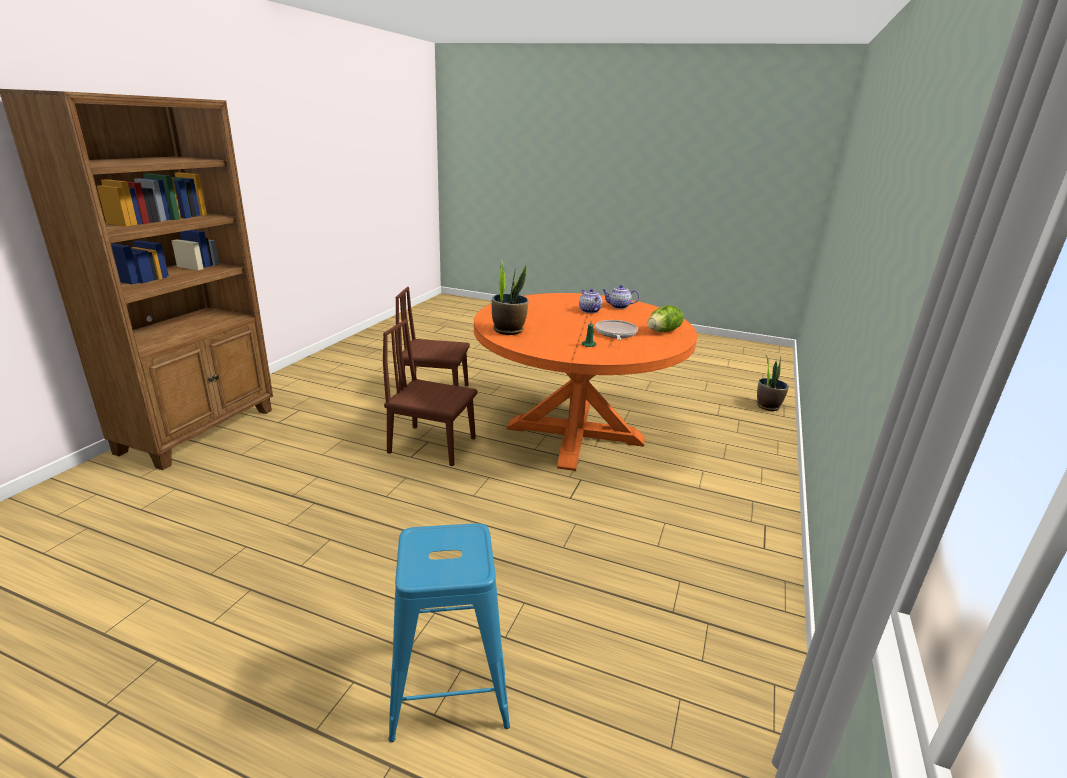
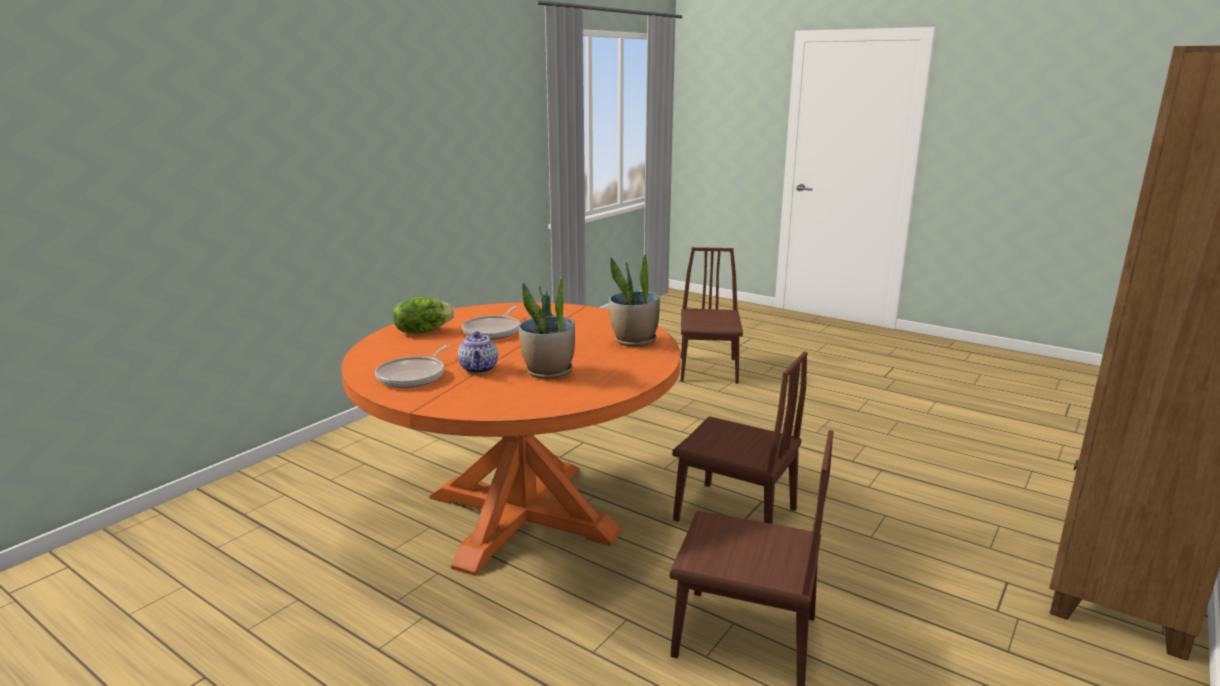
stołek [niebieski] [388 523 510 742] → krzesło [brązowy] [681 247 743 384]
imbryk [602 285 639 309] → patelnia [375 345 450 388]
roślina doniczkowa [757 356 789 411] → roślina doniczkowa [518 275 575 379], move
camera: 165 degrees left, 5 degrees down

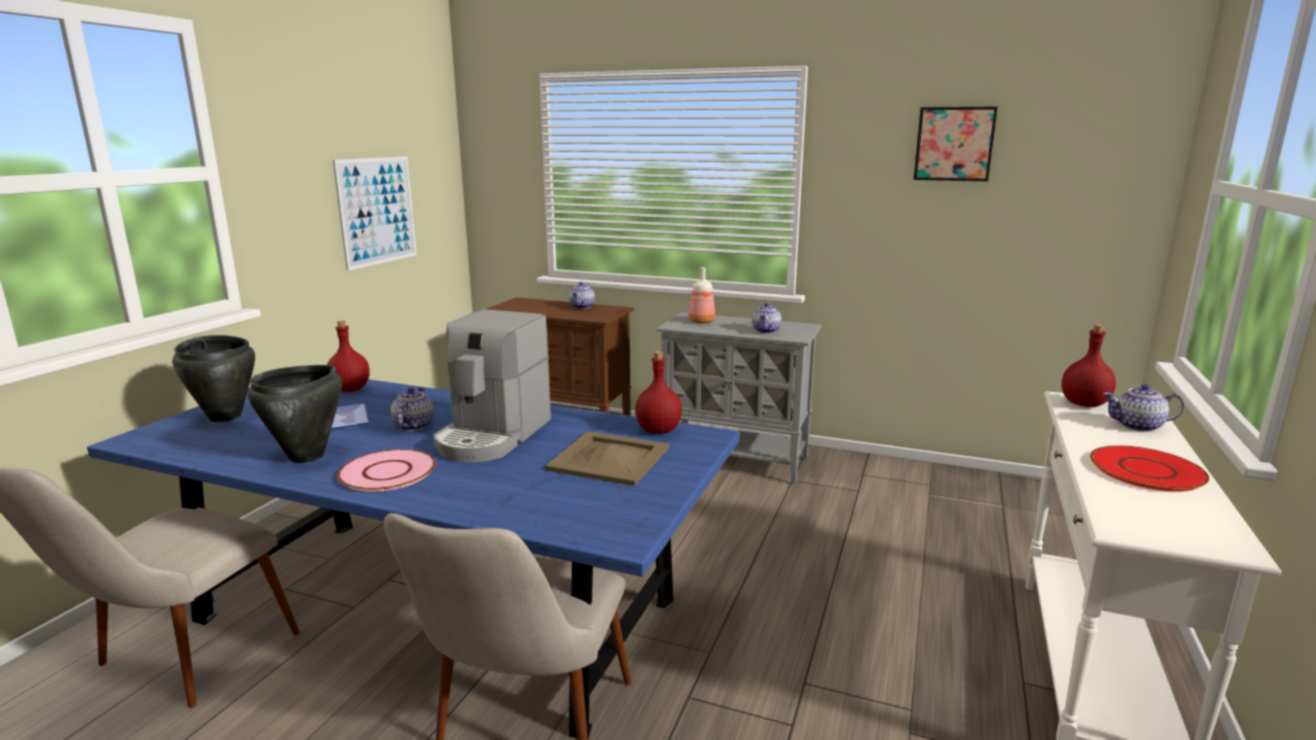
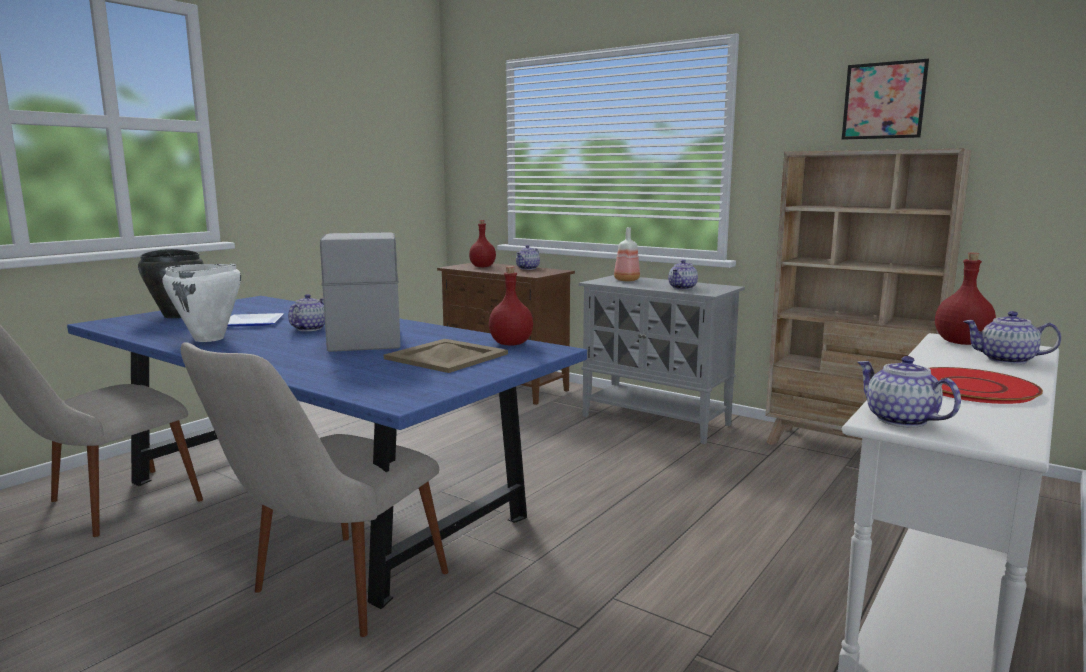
garnek [czarny] [248 365 342 463] → garnek [biały] [163 264 241 342]
butelka [czerwony] [327 320 370 392] → butelka [czerwony] [469 220 496 267], move
obraz [333 156 417 271] → -
talerz [różowy] [337 449 436 492] → -
ekspres do kawy [433 309 551 463] → ekspres do kawy [320 232 401 352], 135 degrees clockwise
- → regał [beżowy] [765 148 971 445]
- → imbryk [858 356 961 428]
camera: 15 degrees right, 5 degrees down

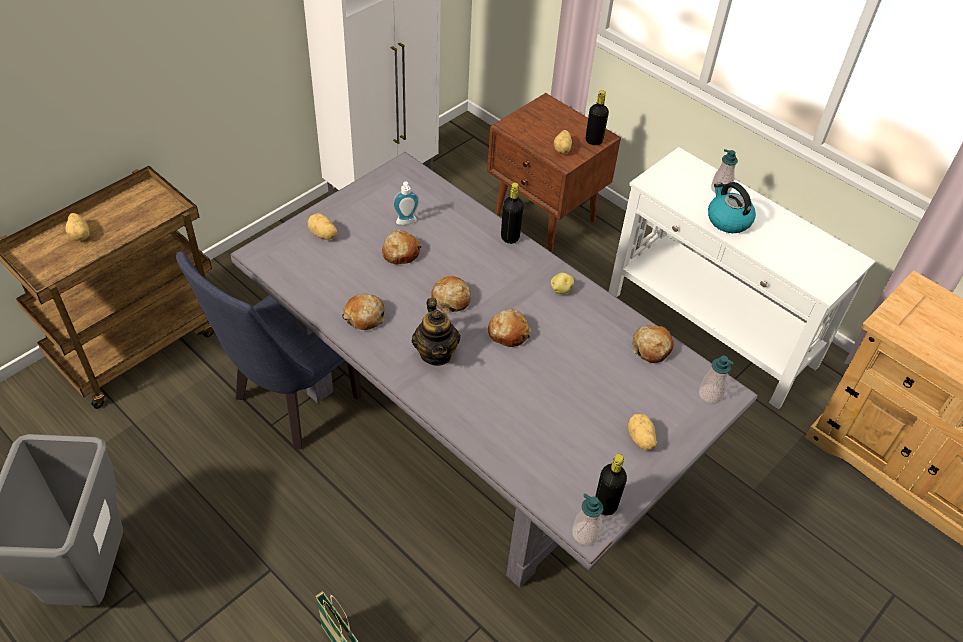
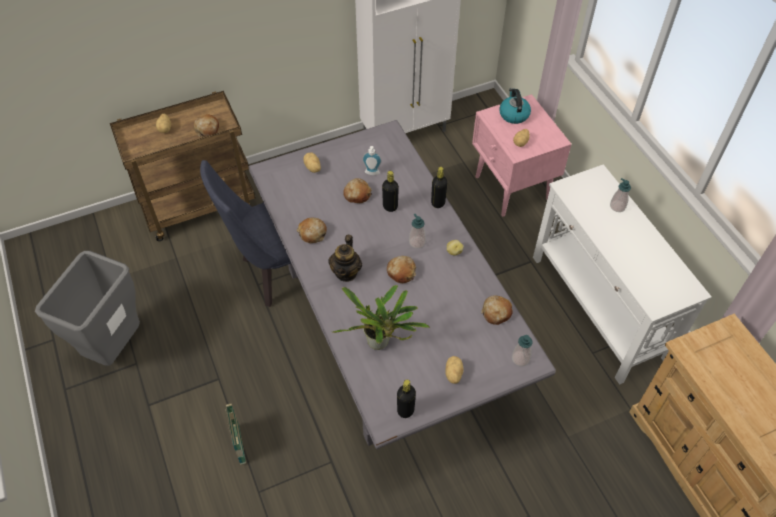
chleb [431 276 471 313] → chleb [194 114 219 137], move
szafka nocna [brązowy] [487 93 621 253] → szafka nocna [różowy] [472 94 572 217]
dozownik mydła [572 494 603 545] → dozownik mydła [409 214 426 249], move
butelka [czarny] [586 90 609 145] → butelka [czarny] [382 171 399 212], move
czajnik [708 182 756 233] → czajnik [499 88 531 124], move
- → roślina doniczkowa [332 285 430 350]
camera: 25 degrees right, 5 degrees up

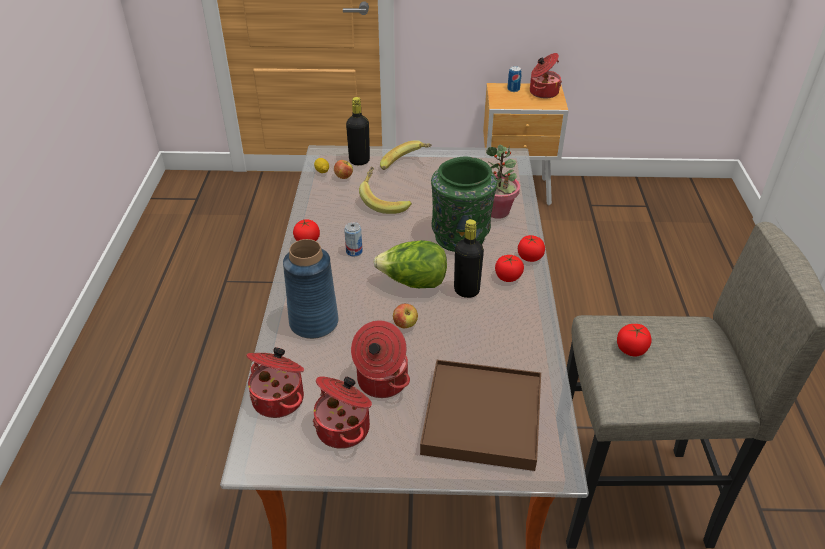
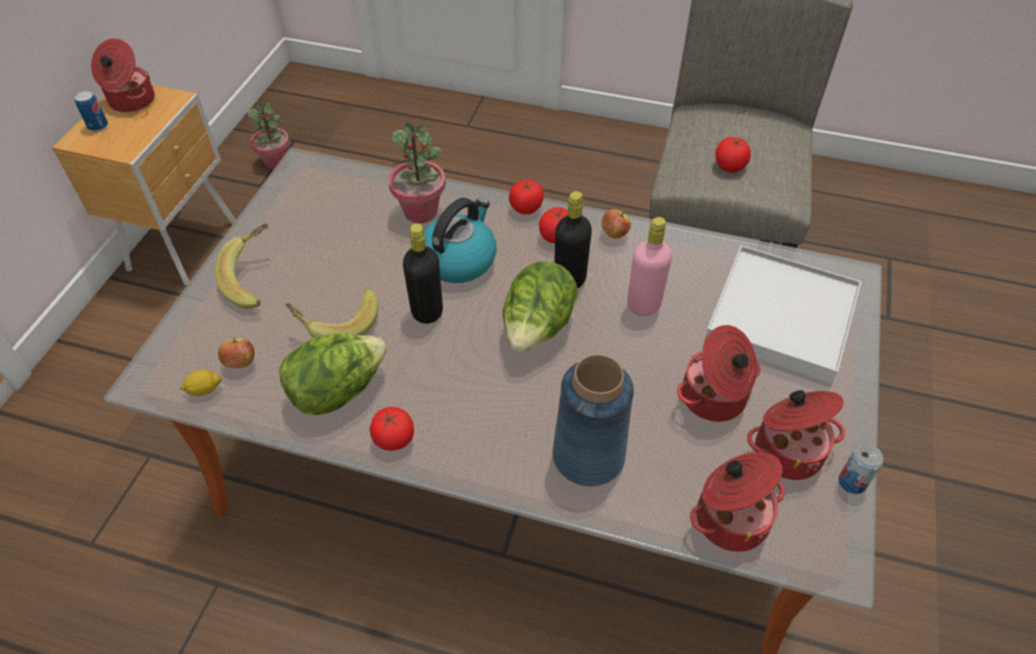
puszka [344 222 363 257] → puszka [839 444 883 494], move
butelka [czarny] [346 97 370 165] → butelka [czarny] [403 223 443 324], move
jabłko [393 304 418 328] → jabłko [601 209 631 239], move
taca [brązowy] [420 360 541 471] → taca [biały] [704 245 862 383]
wazon [zielony] [431 157 497 252] → czajnik [424 198 497 283]
- → roślina doniczkowa [248 102 289 169]
- → sałata [279 333 387 415]
- → butelka [różowy] [627 217 672 316]
camera: 75 degrees left, 10 degrees up

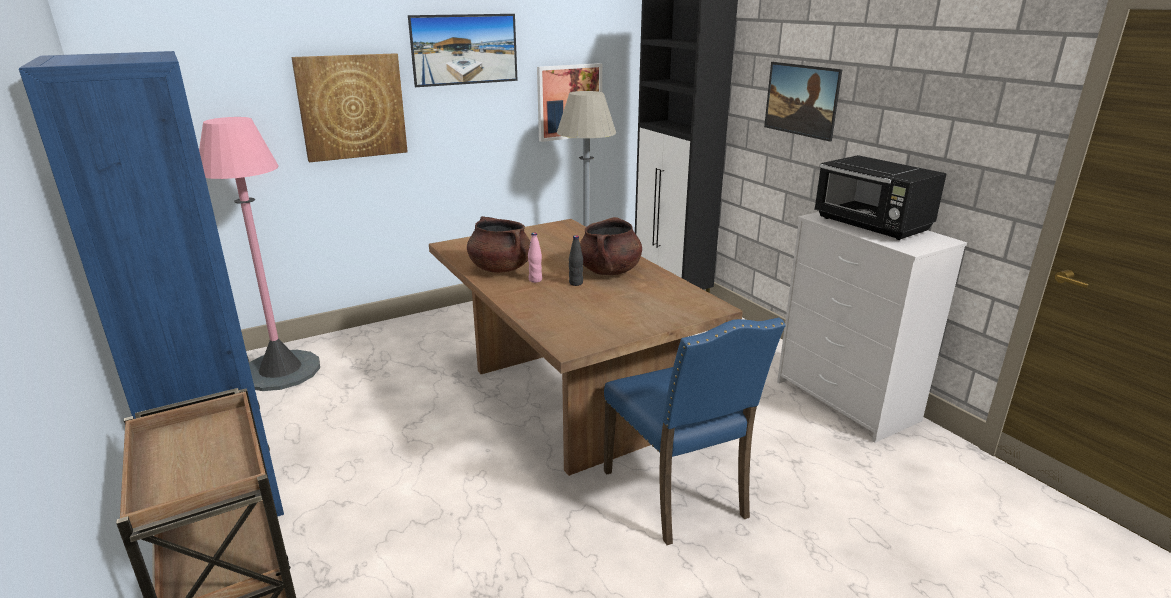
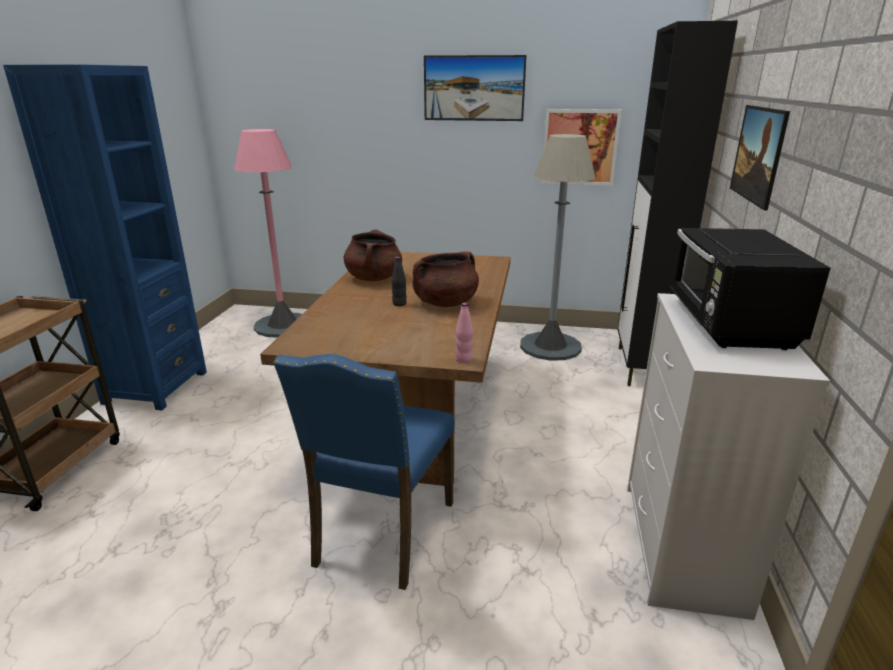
obraz [291 53 408 162] → -
butelka [różowy] [528 233 542 283] → butelka [różowy] [455 303 473 363], move
camera: 40 degrees right, 0 degrees up

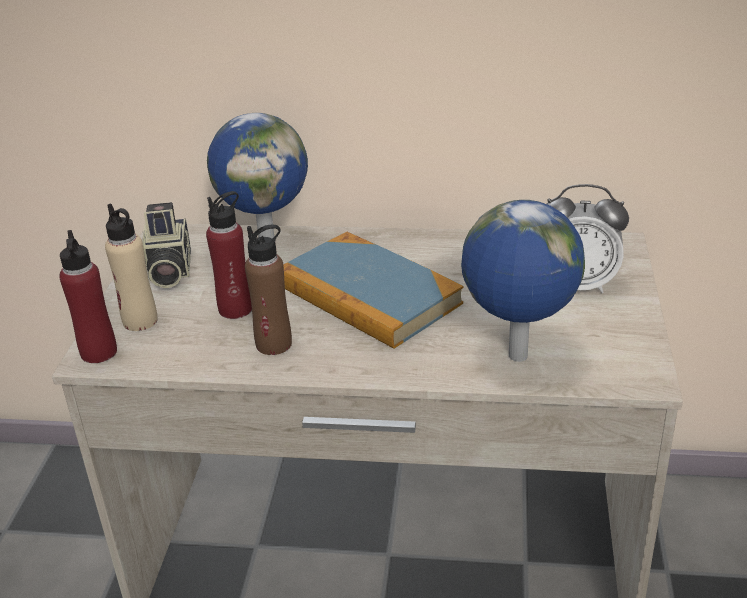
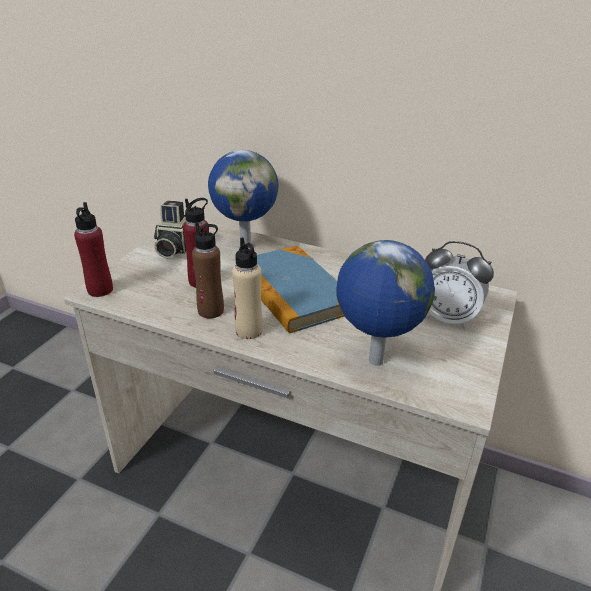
butelka [beżowy] [105 204 158 331] → butelka [beżowy] [232 237 263 339], move
camera: 15 degrees right, 0 degrees up

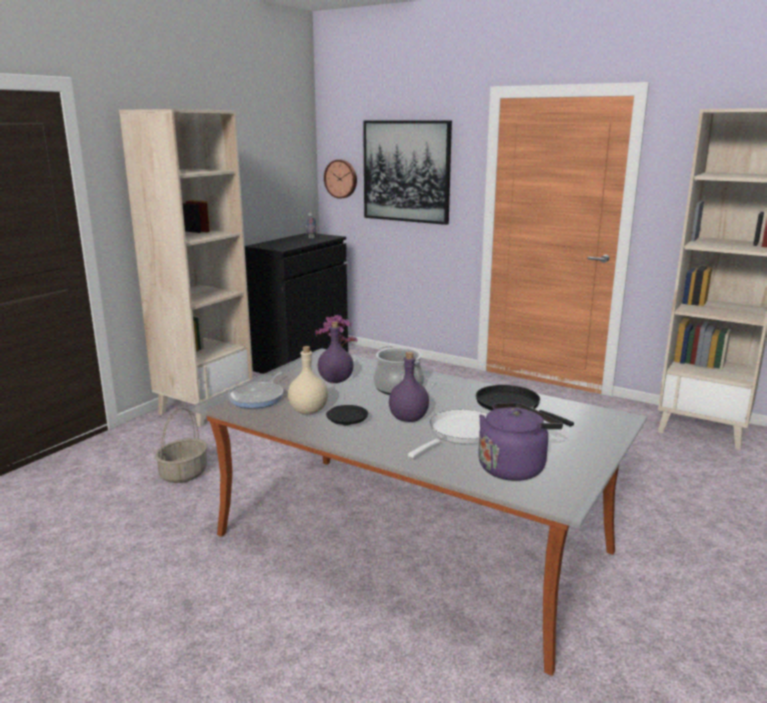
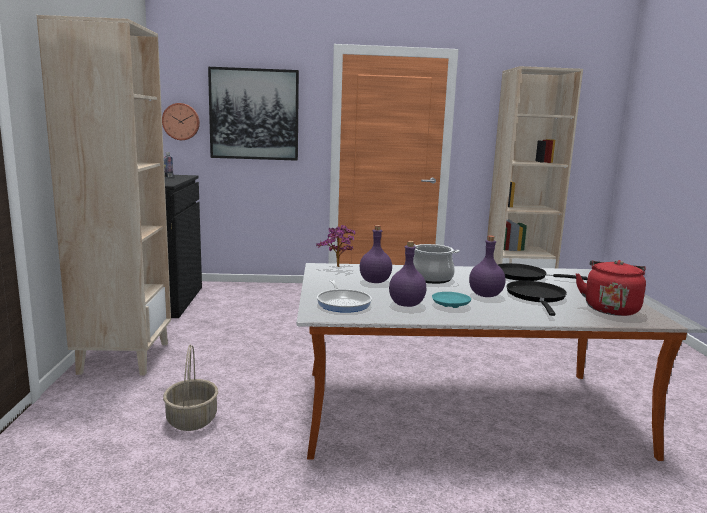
butelka [beżowy] [288 346 328 414] → butelka [fioletowy] [389 241 426 307]
talerz [czarny] [326 405 368 425] → talerz [turkusowy] [432 292 471 308]
patelnia [biały] [408 409 487 458] → patelnia [czarny] [506 281 567 316]
czajnik [fioletowy] [478 402 563 481] → czajnik [czerwony] [575 260 646 316]
camera: 35 degrees left, 5 degrees down

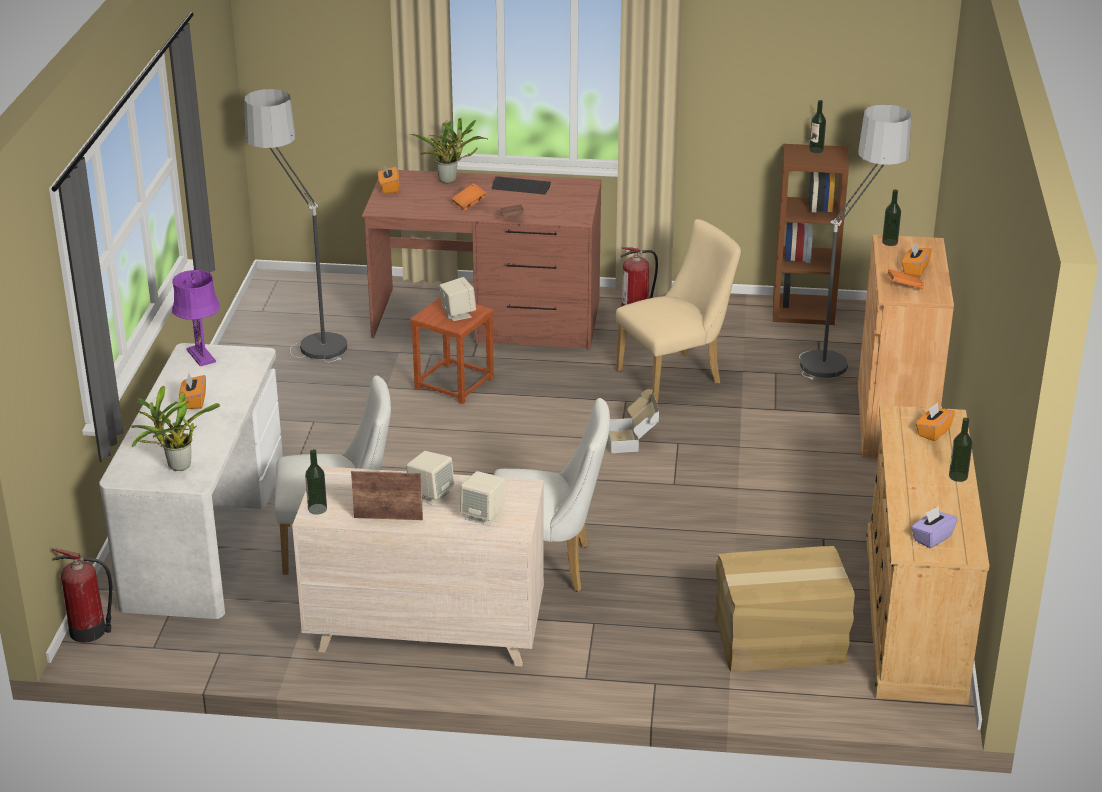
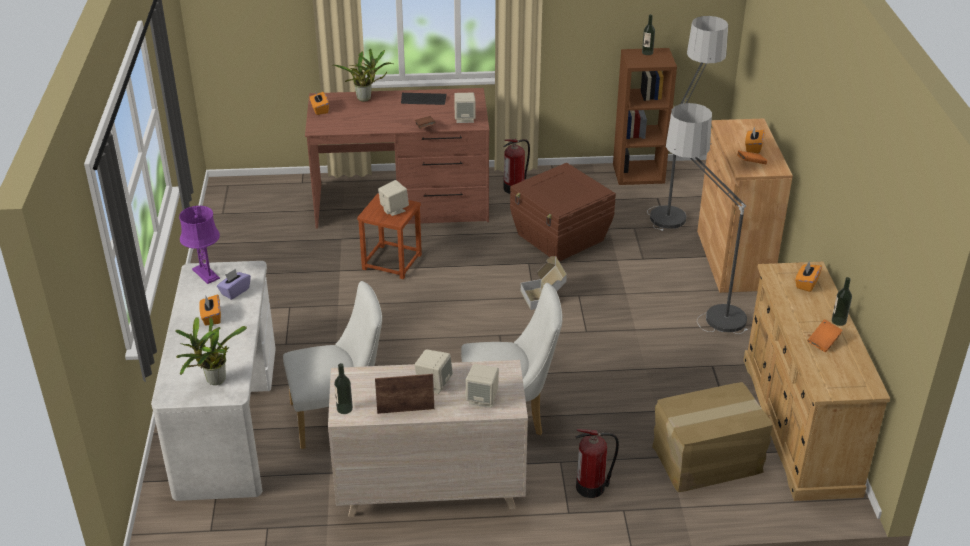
gaśnica [52 548 112 642] → gaśnica [576 429 619 498], move
lampa stojąca [244 89 347 362] → lampa stojąca [666 103 748 334], move
książka [pomarańczowy] [451 183 486 211] → książka [pomarańczowy] [807 320 843 352], move
krzesło [beżowy] [616 219 741 403] → pojemnik do przechowywania [brązowy] [510 163 616 262]
butelka [882 189 901 246] → -
pudełko chusteczek [fioletowy] [911 506 958 548] → pudełko chusteczek [fioletowy] [217 269 251 300], move
- → głośnik [beżowy] [454 93 476 123]
camera: 10 degrees left, 5 degrees up

